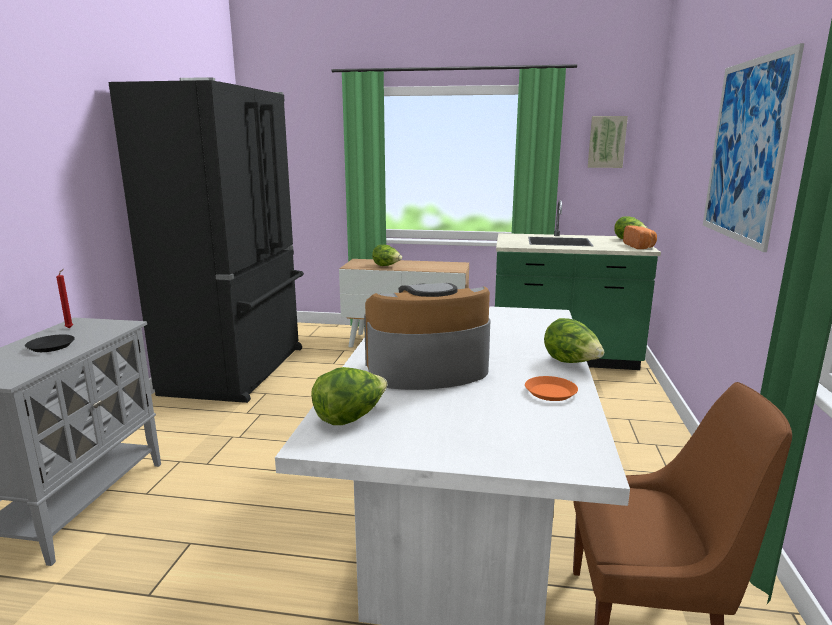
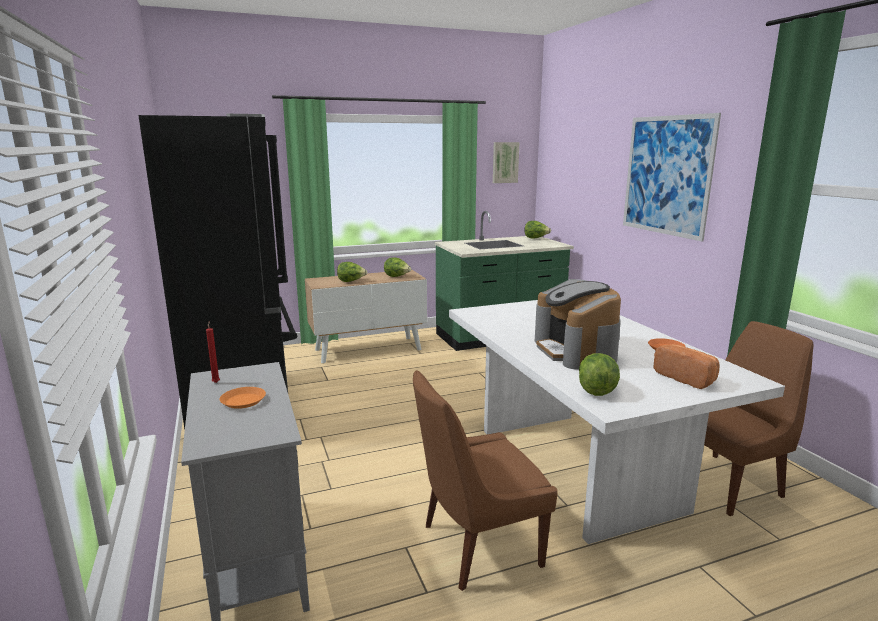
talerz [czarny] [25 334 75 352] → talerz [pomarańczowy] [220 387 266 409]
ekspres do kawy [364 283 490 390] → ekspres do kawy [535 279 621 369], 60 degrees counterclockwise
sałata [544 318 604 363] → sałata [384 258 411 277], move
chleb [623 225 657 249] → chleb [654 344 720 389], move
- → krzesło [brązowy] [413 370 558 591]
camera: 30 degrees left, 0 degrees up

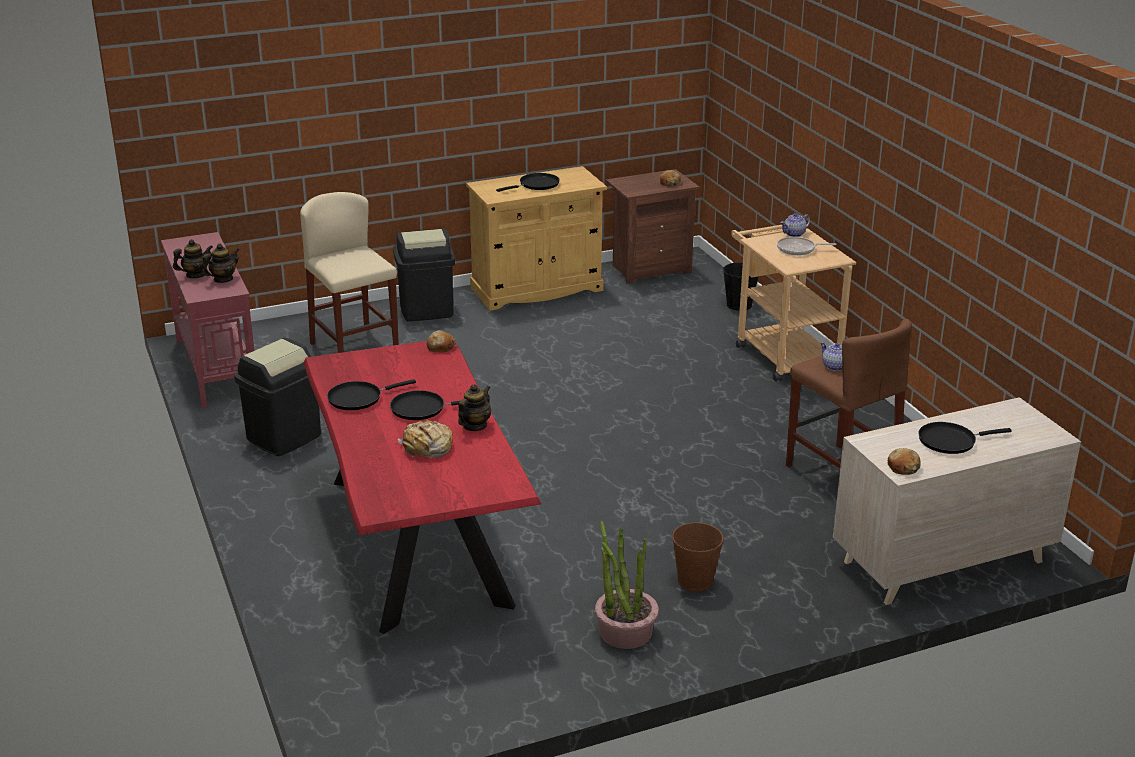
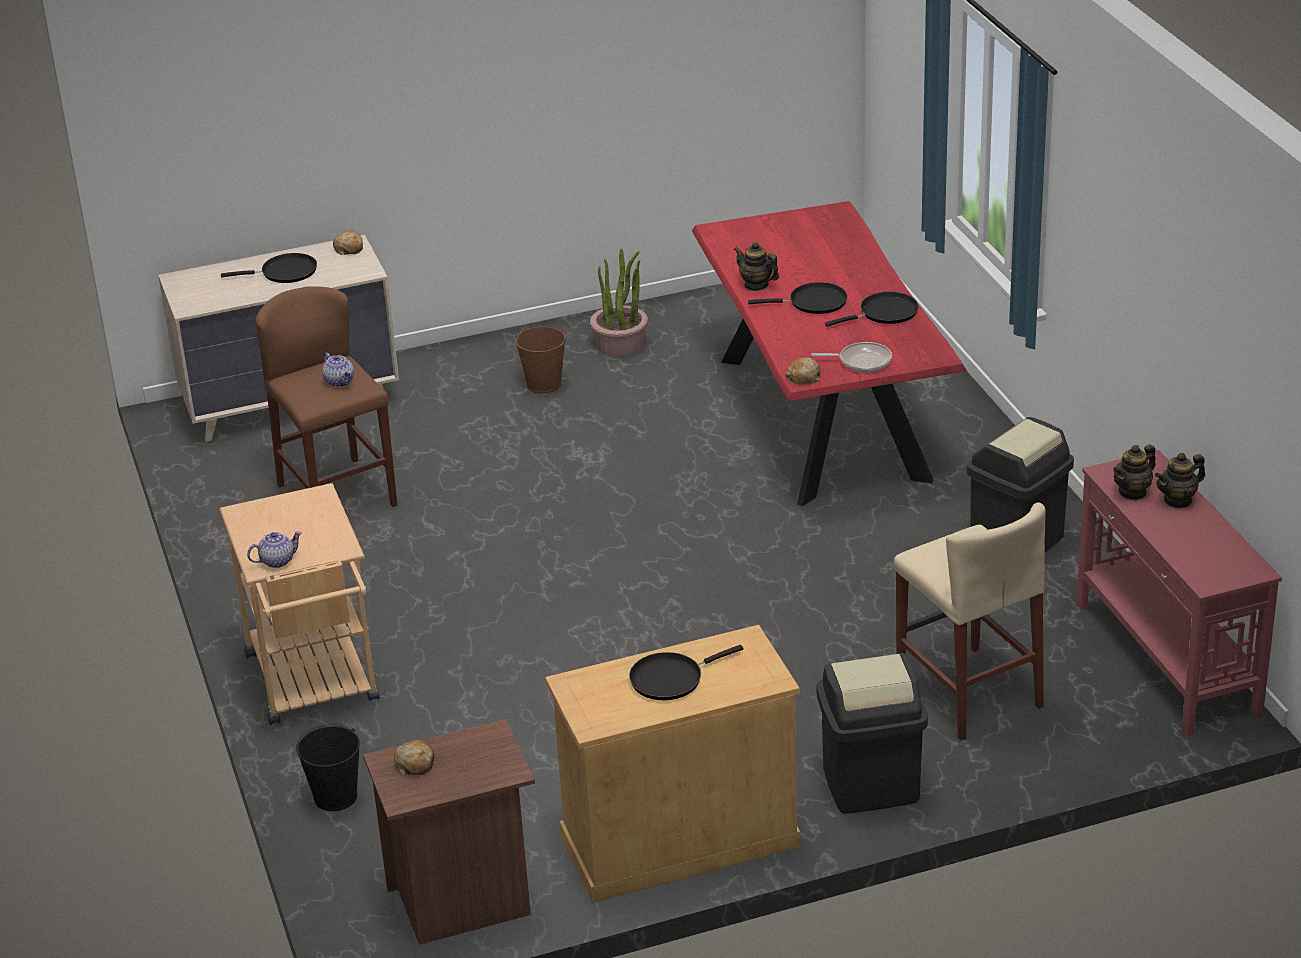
chleb [398 419 453 458] → -
imbryk [458 384 491 431] → imbryk [734 242 779 291], 90 degrees clockwise
patelnia [777 237 836 255] → patelnia [811 342 892 372], move
camera: 175 degrees left, 5 degrees up

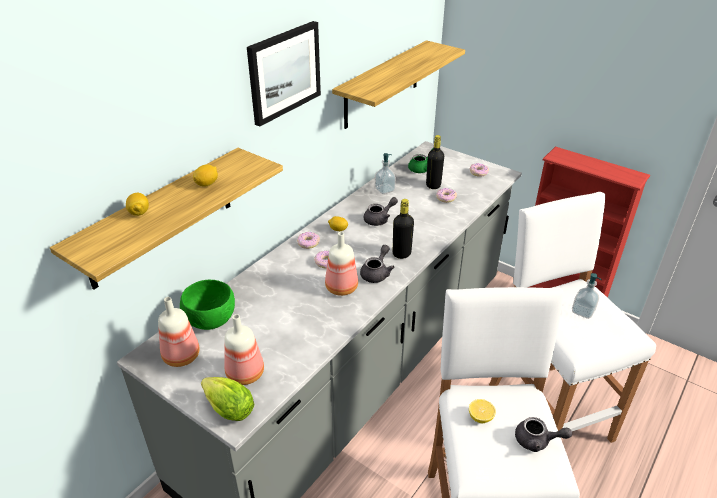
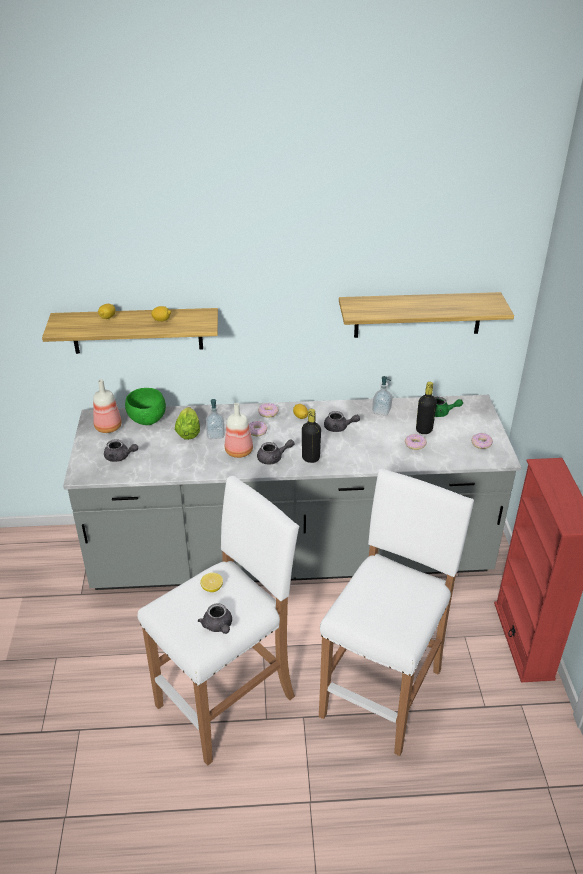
sałata [201 377 254 421] → sałata [175 407 200 440], move
butelka [224 314 264 385] → imbryk [szary] [104 439 138 462]
obraz [247 21 321 127] → -
dozownik mydła [572 273 602 319] → dozownik mydła [206 399 225 439], move
camera: 50 degrees right, 0 degrees up

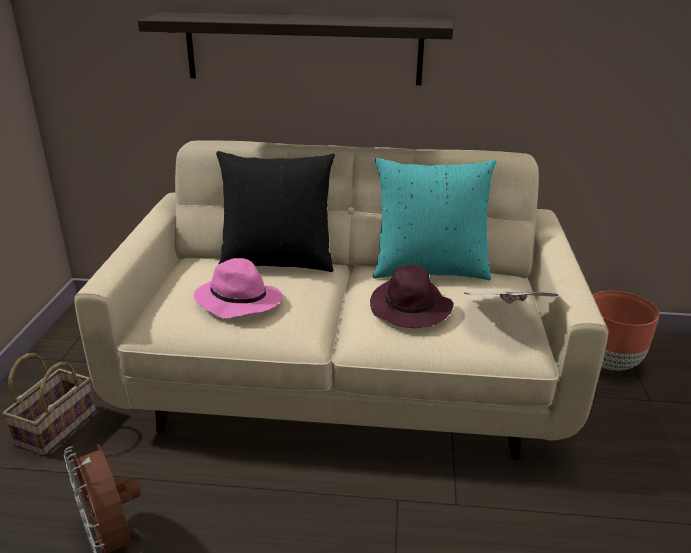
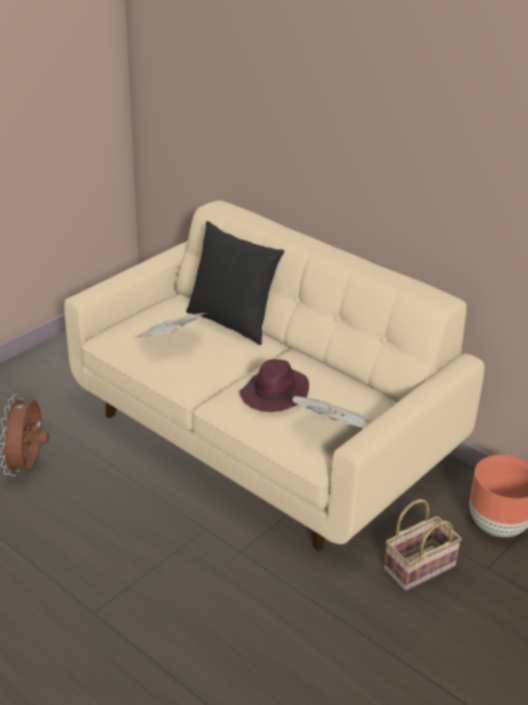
koszyk [3 353 96 457] → koszyk [383 499 462 592], move
półka [138 12 453 85] → -
kapelusz [różowy] [194 258 283 318] → gazeta [135 313 205 337]
poduszka [turkusowy] [373 158 496 280] → -
camera: 35 degrees right, 5 degrees up

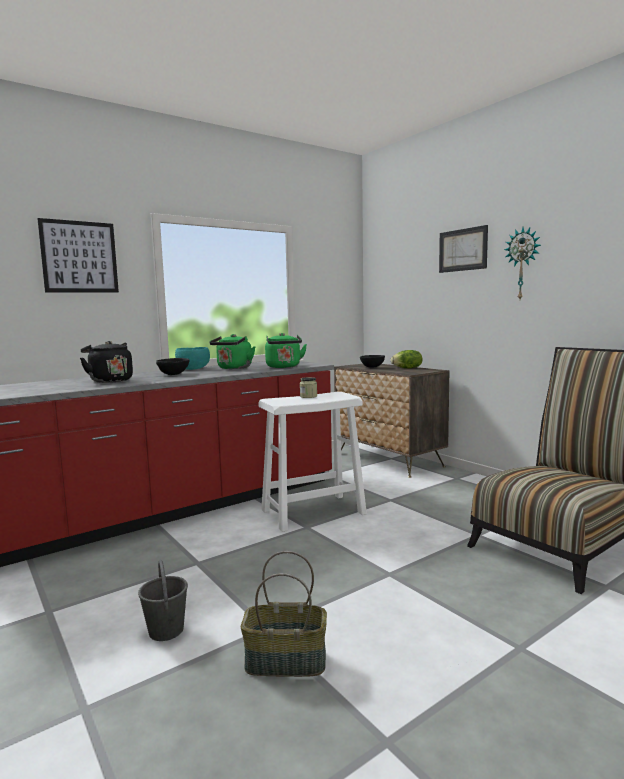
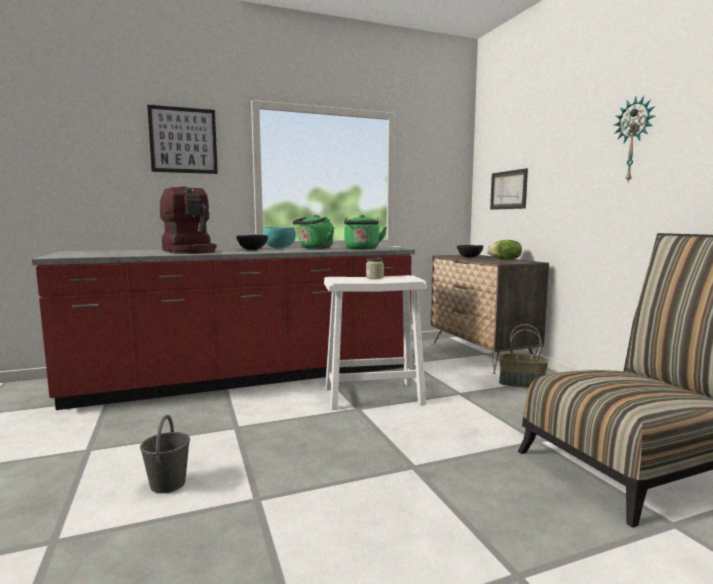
czajnik [czarny] [80 341 133 383] → ekspres do kawy [160 187 217 254]
koszyk [241 551 327 677] → koszyk [499 324 548 388], move
obraz [439 225 488 273] → obraz [490 168 528 210], move
camera: 15 degrees right, 0 degrees up

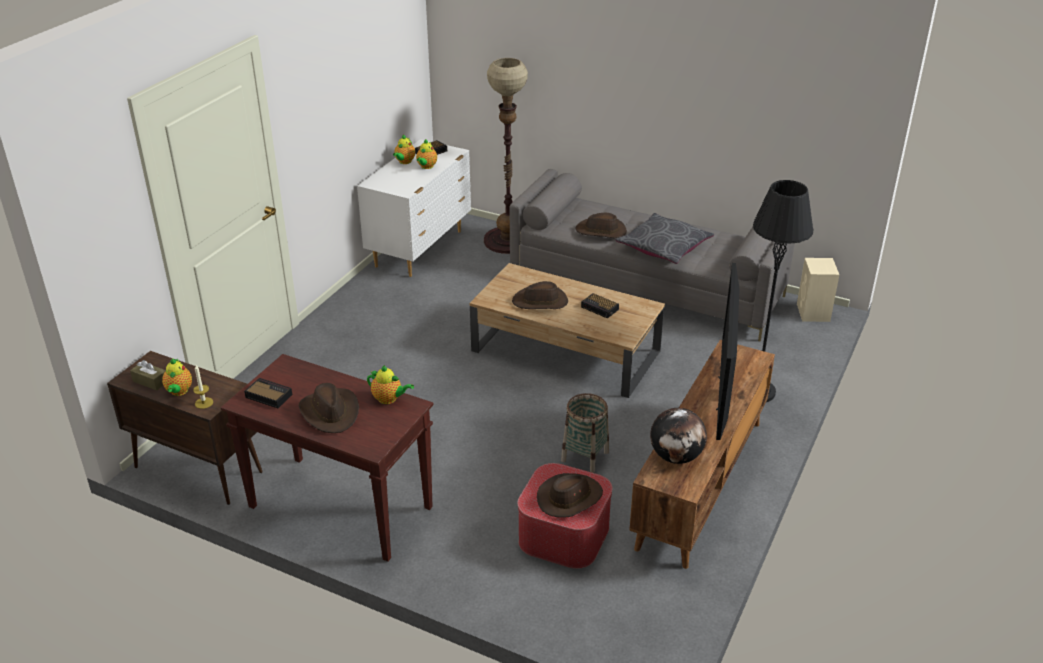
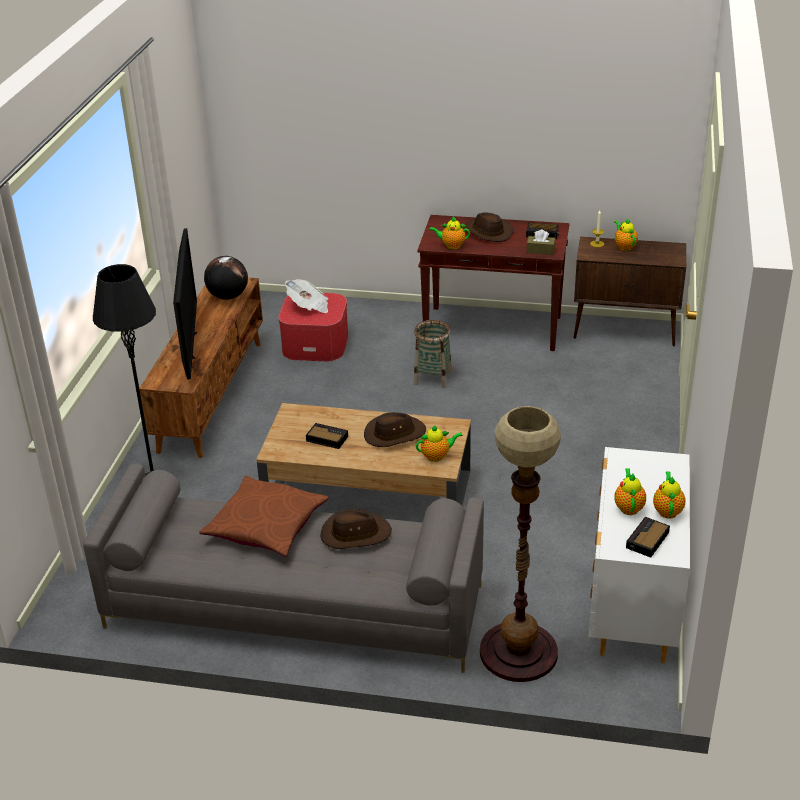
pudełko chusteczek [brązowy] [130 360 166 390] → pudełko chusteczek [brązowy] [527 229 555 255], move
kapelusz [brązowy] [537 473 603 518] → gazeta [285 279 328 313]
koszyk [561 393 609 473] → koszyk [414 320 452 388], move
poduszka [szary] [616 213 714 264] → poduszka [brązowy] [199 476 329 557]
głośnik [beżowy] [797 258 839 322] → -
- → imbryk [416 425 463 462]
camera: 165 degrees right, 0 degrees up

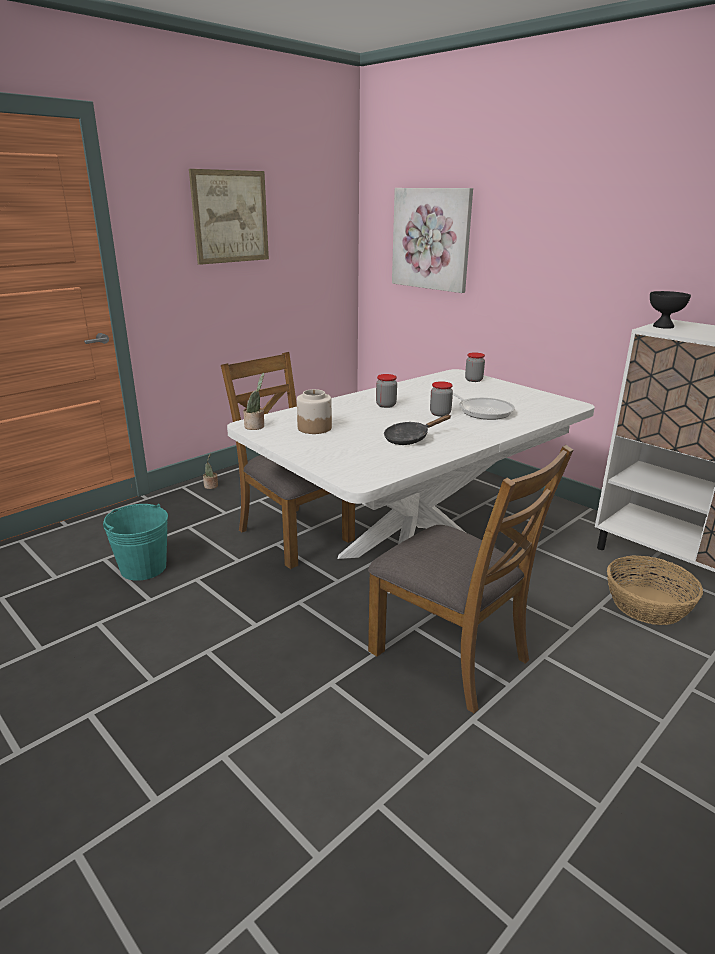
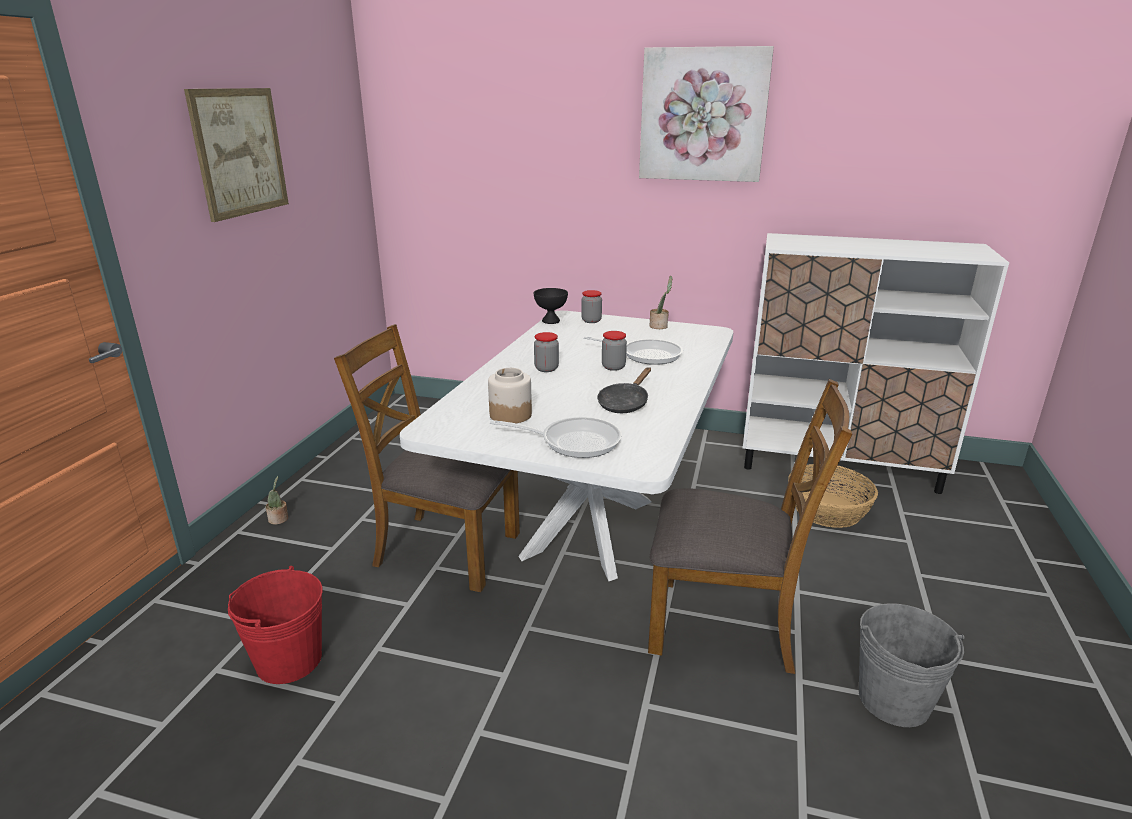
wiadro [turkusowy] [103 504 168 581] → wiadro [czerwony] [228 566 323 684]
roślina doniczkowa [243 373 264 430] → roślina doniczkowa [649 276 672 329], move
obraz [392 188 473 293] → obraz [639 46 774 182], move
miska [czarny] [650 291 691 329] → miska [czarny] [534 288 568 324], move
- → patelnia [490 417 622 458]
- → wiadro [szary] [859 603 964 727]
camera: 30 degrees left, 0 degrees up

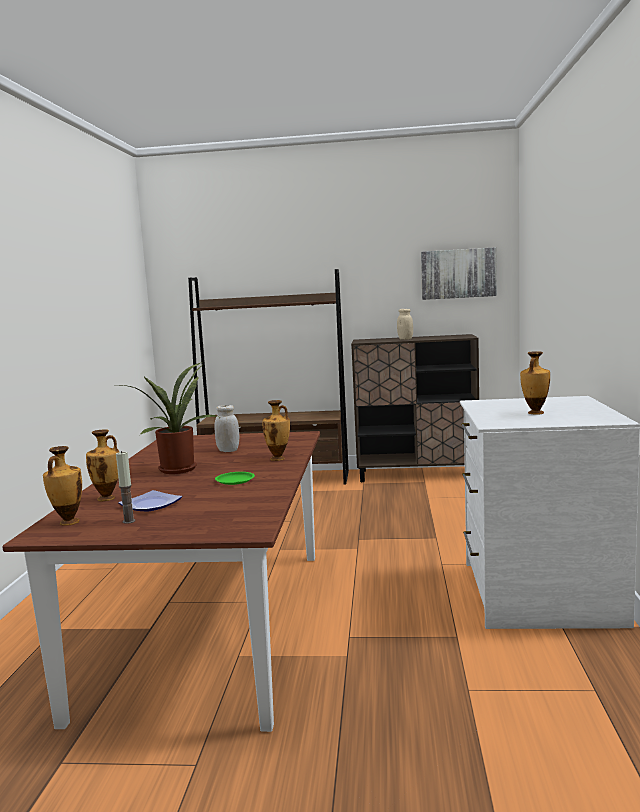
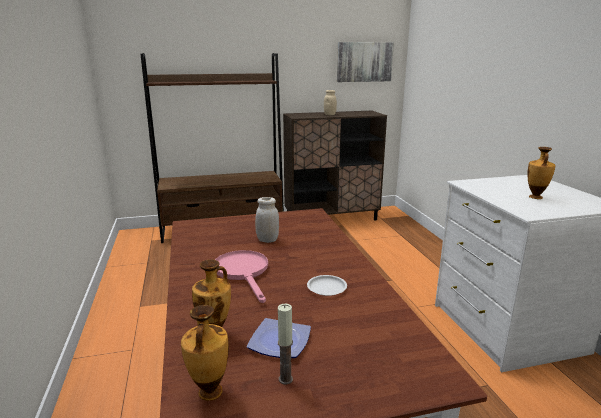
roślina doniczkowa [115 362 218 474] → patelnia [różowy] [215 250 268 303]
talerz [zielony] [215 472 255 485] → talerz [biały] [307 275 347 296]
wazon [263 400 290 461] → -
camera: 20 degrees left, 10 degrees up

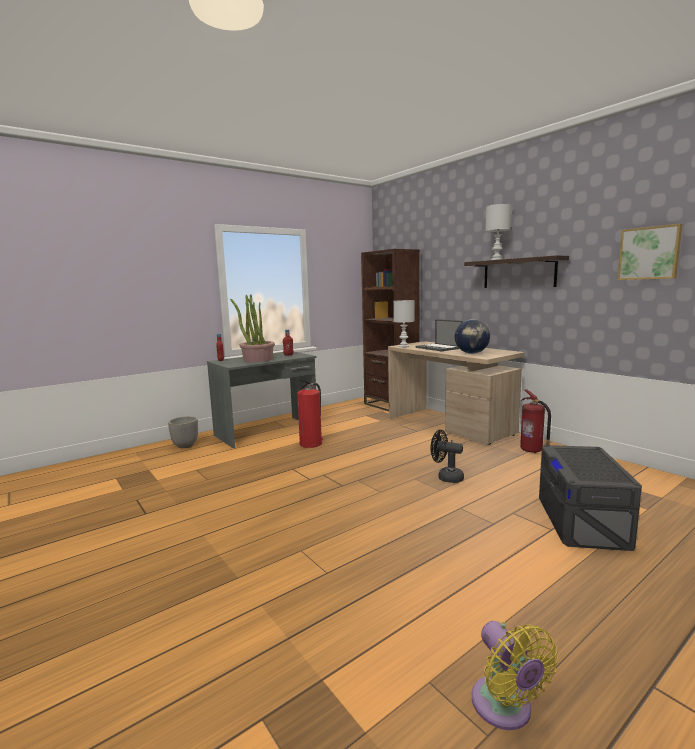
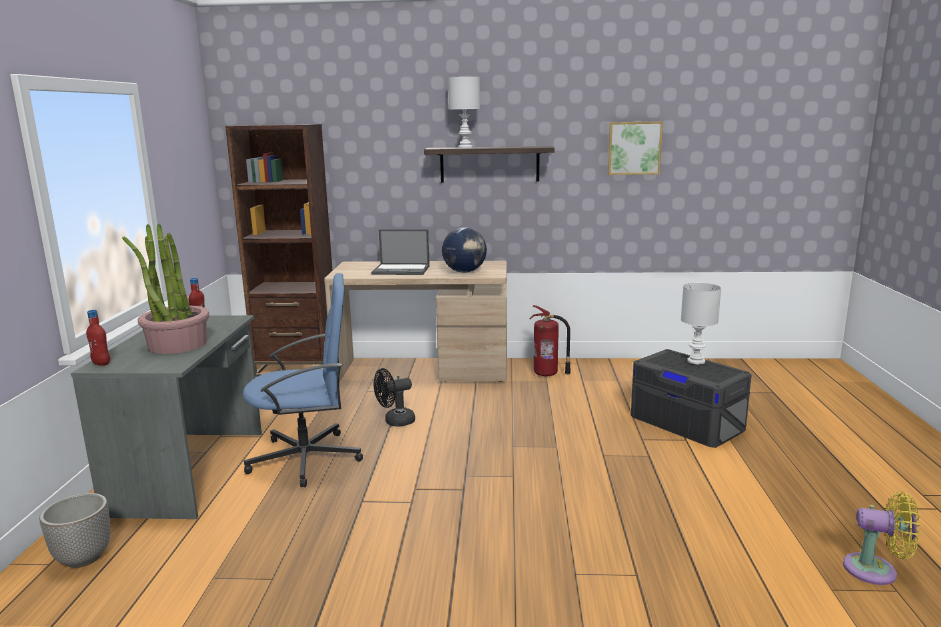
gaśnica [297 380 323 448] → krzesło biurowe [niebieski] [243 273 363 487]
lampa stołowa [biały] [393 300 414 347] → lampa stołowa [biały] [681 282 721 364], move
wentylator [czarny] [430 430 464 483] → wentylator [czarny] [374 368 415 427], move
camera: 50 degrees left, 5 degrees up

